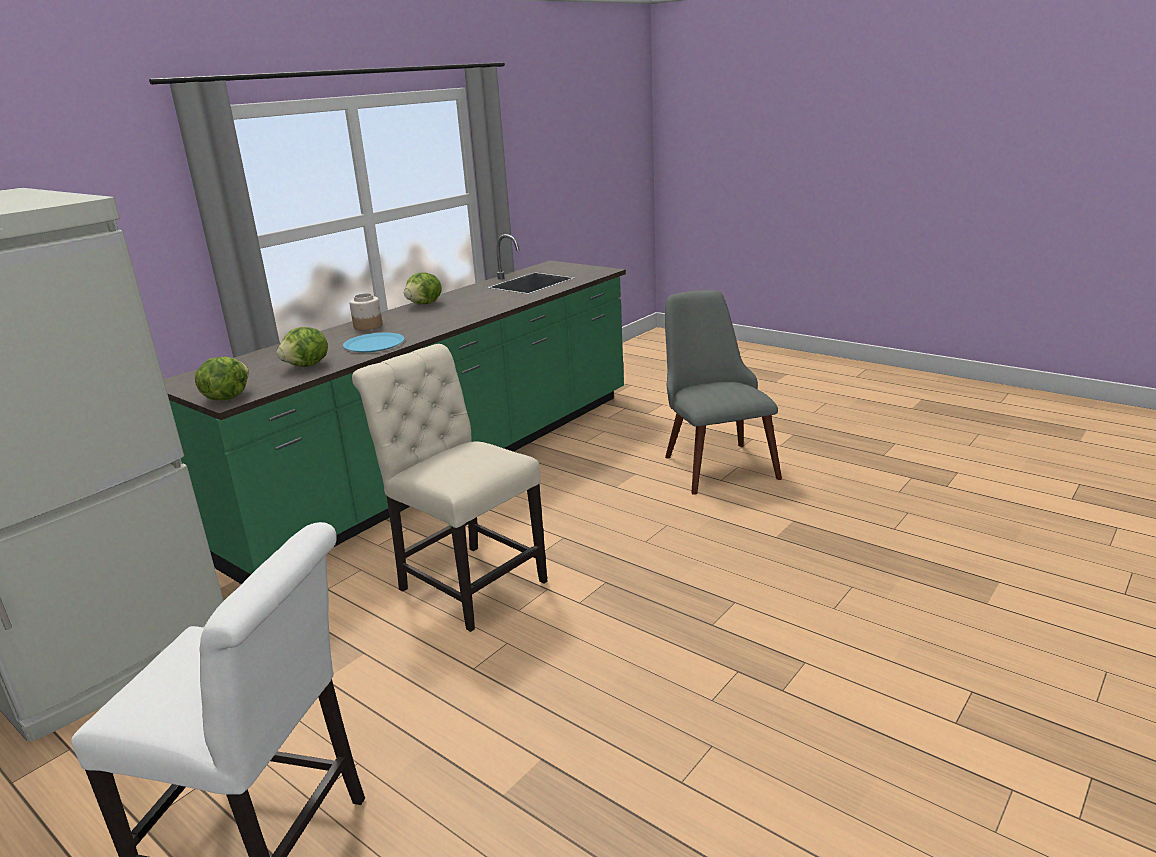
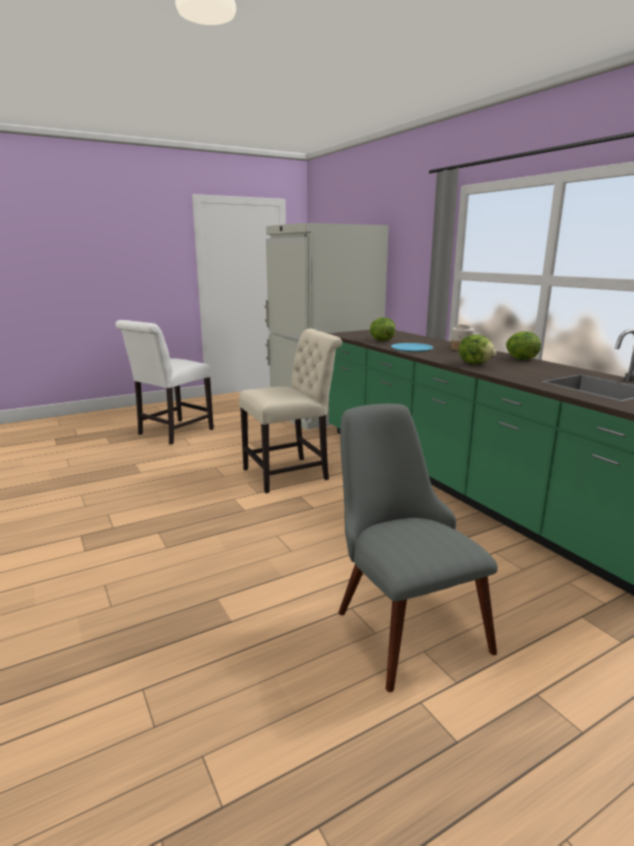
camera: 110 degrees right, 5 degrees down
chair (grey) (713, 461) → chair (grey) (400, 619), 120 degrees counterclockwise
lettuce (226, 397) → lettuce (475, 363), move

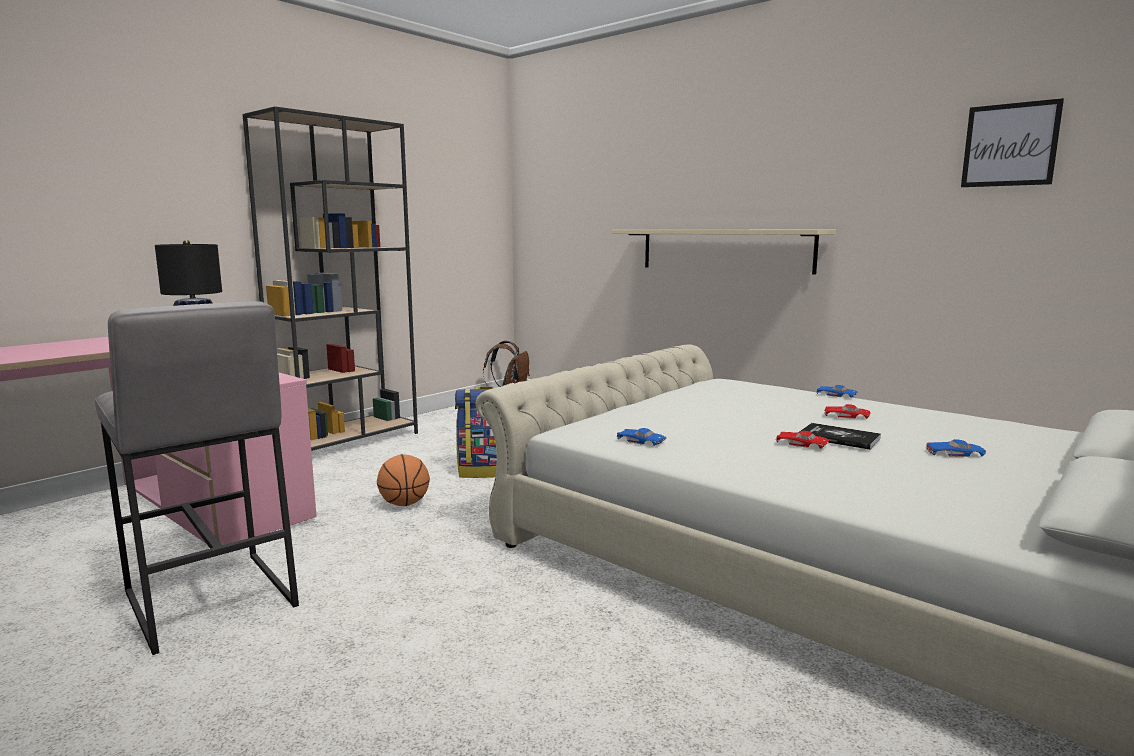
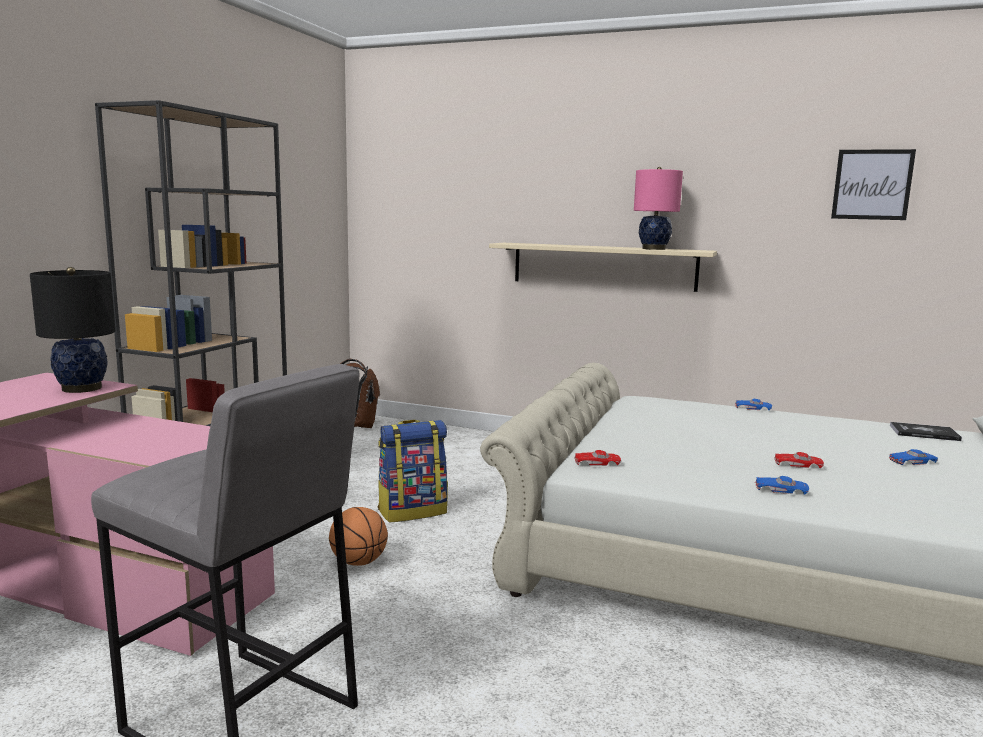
camera: 20 degrees left, 0 degrees up
toy car (red) (846, 416) → toy car (red) (597, 463), move
book (839, 438) → book (924, 433), move
toy car (blue) (641, 441) → toy car (blue) (781, 490), move
- → table lamp (pink) (653, 249)

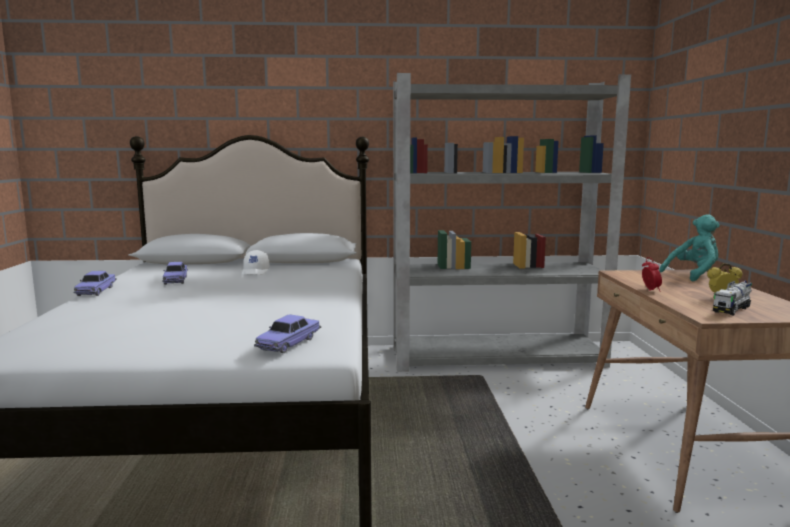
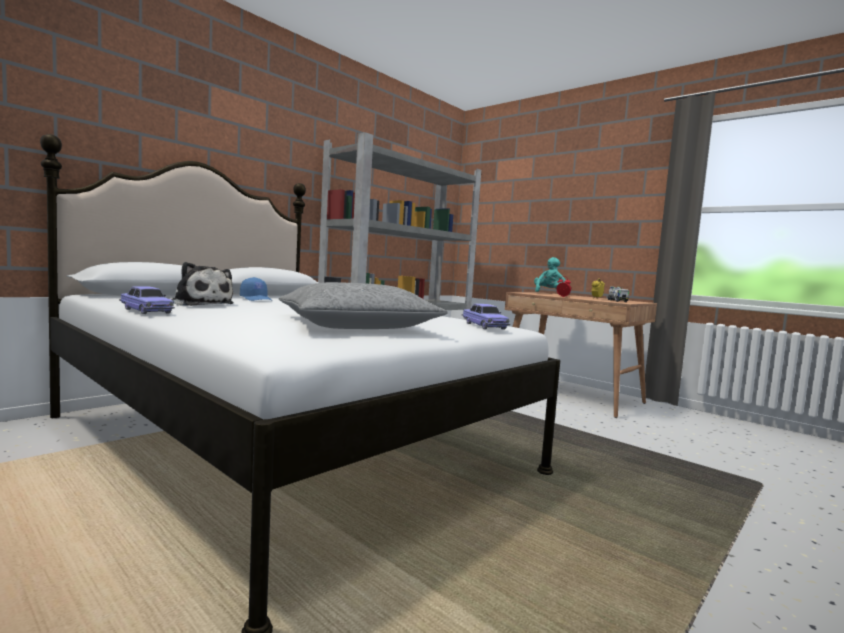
camera: 45 degrees left, 5 degrees down
cap (white) (256, 271) → cap (blue) (256, 299)
toy car (175, 280) → plush toy (201, 304)
- → pillow (grey) (356, 326)

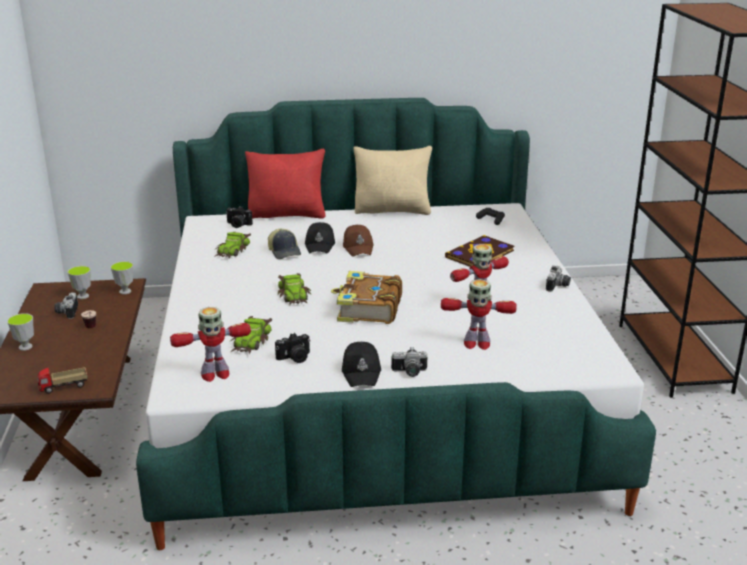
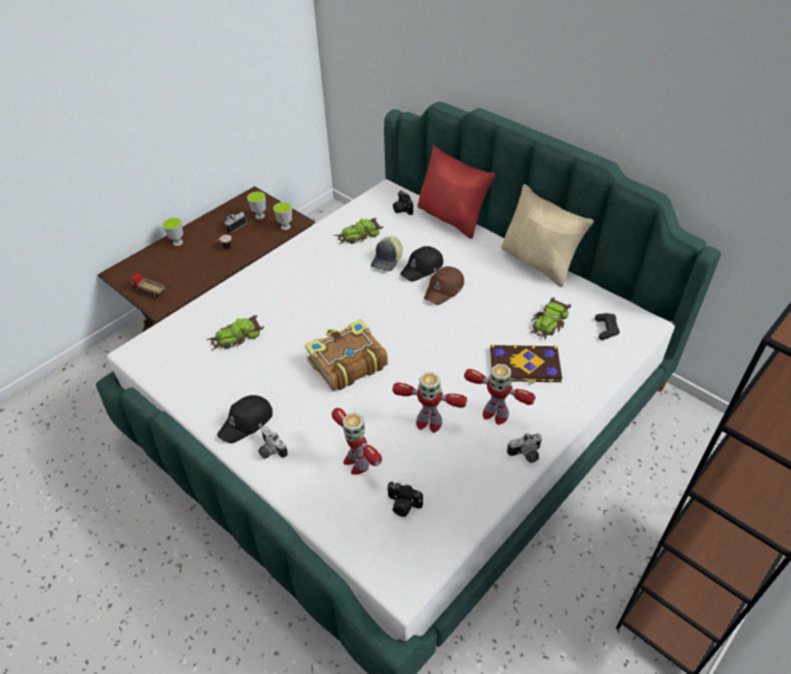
camera: 50 degrees right, 20 degrees up
toy car (294, 295) → toy car (549, 323), move
toy robot (214, 374) → toy robot (494, 414), move
photo camera (294, 358) → photo camera (402, 505), move

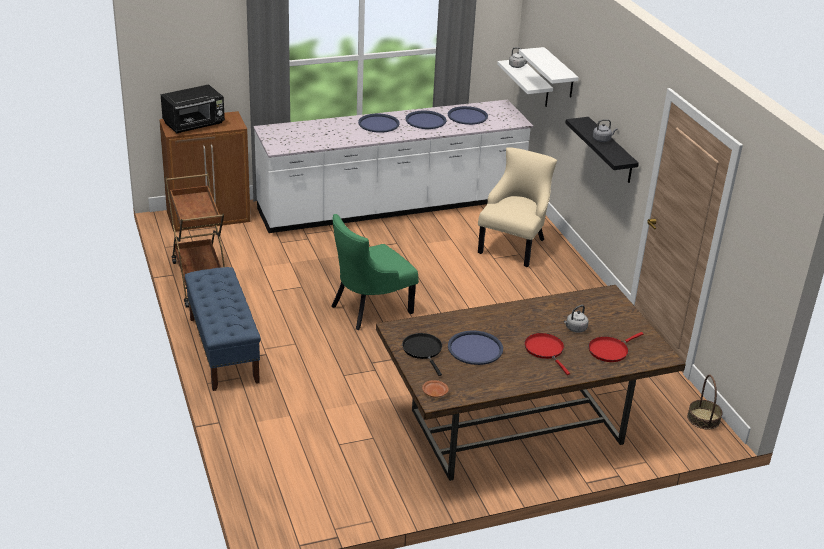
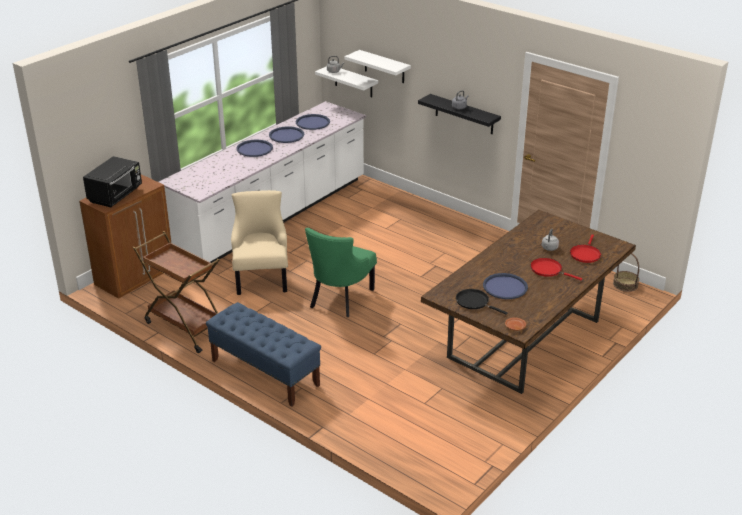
camera: 30 degrees left, 0 degrees up
chair (beige) (513, 248) → chair (beige) (262, 279), move

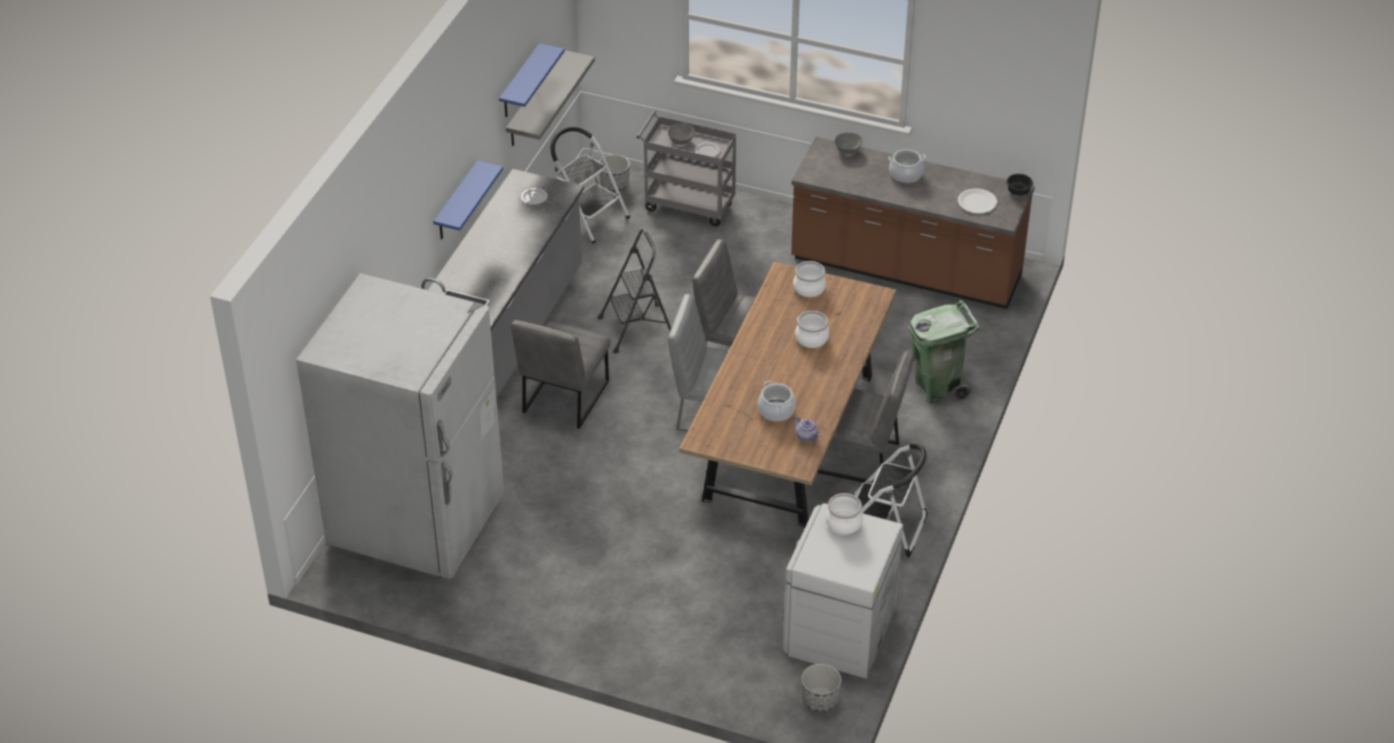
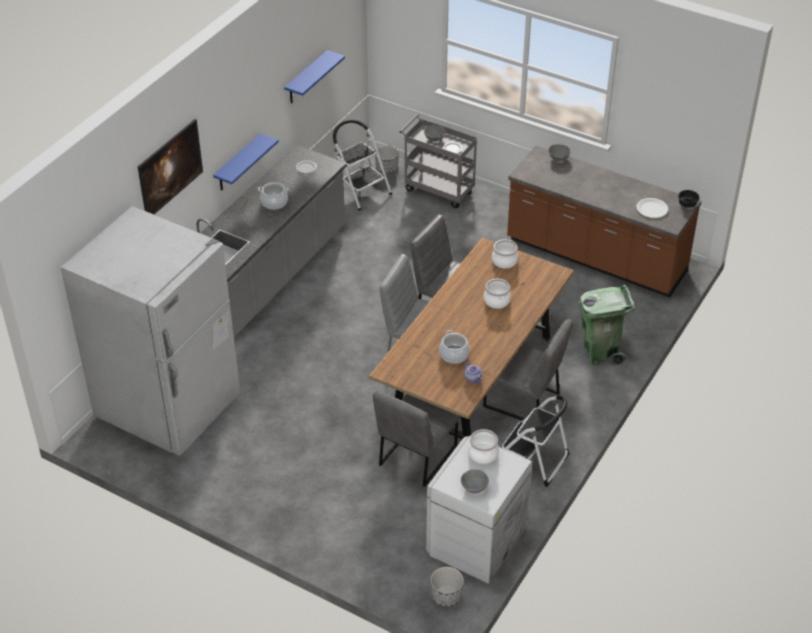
camera: 10 degrees right, 0 degrees up
shelf (grey) (535, 100) → -
cooking pot (905, 174) → cooking pot (274, 203), move
step ladder (black) (639, 327) → -
chair (grey) (564, 398) → chair (grey) (416, 456), move
- → picture (172, 181)
- → bowl (grey) (474, 488)

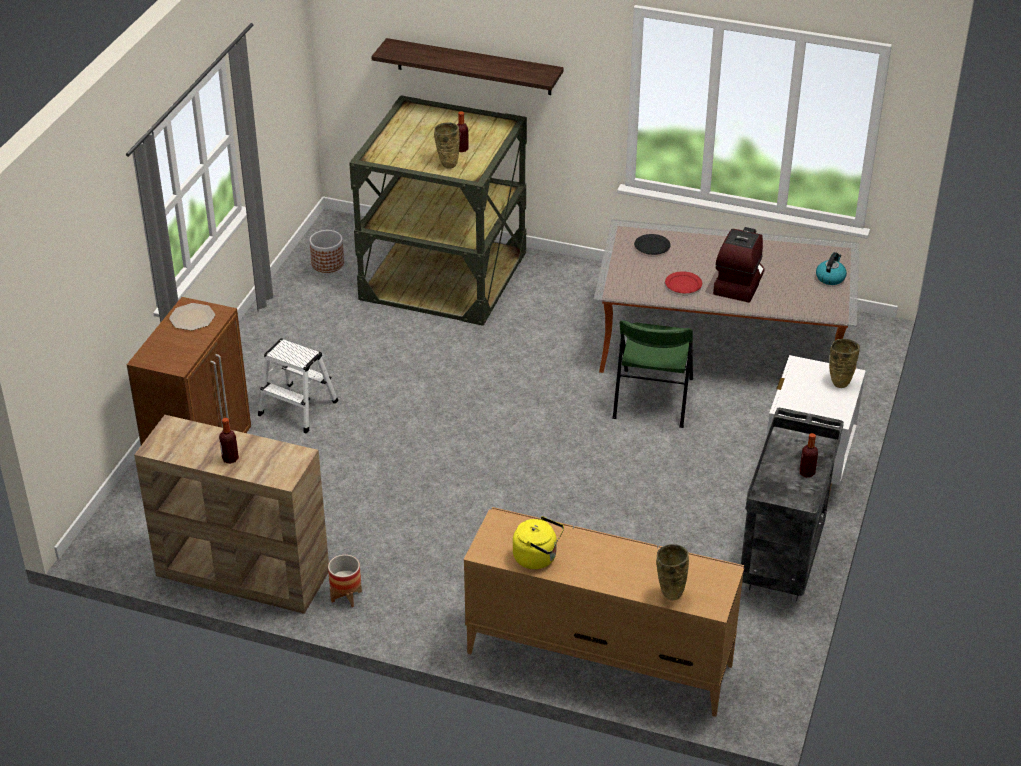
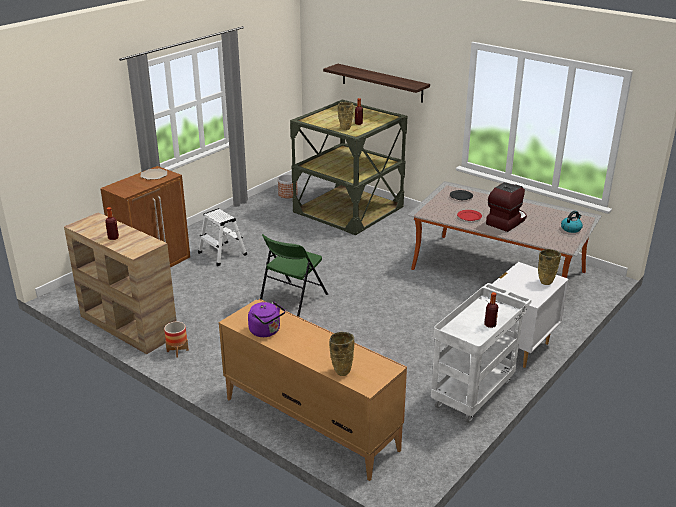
camera: 20 degrees right, 10 degrees down
chair (green) (652, 398) → chair (green) (293, 299), move
cart (black) (782, 557) → cart (white) (475, 392)
kettle (yellow) (537, 558) → kettle (purple) (266, 331)

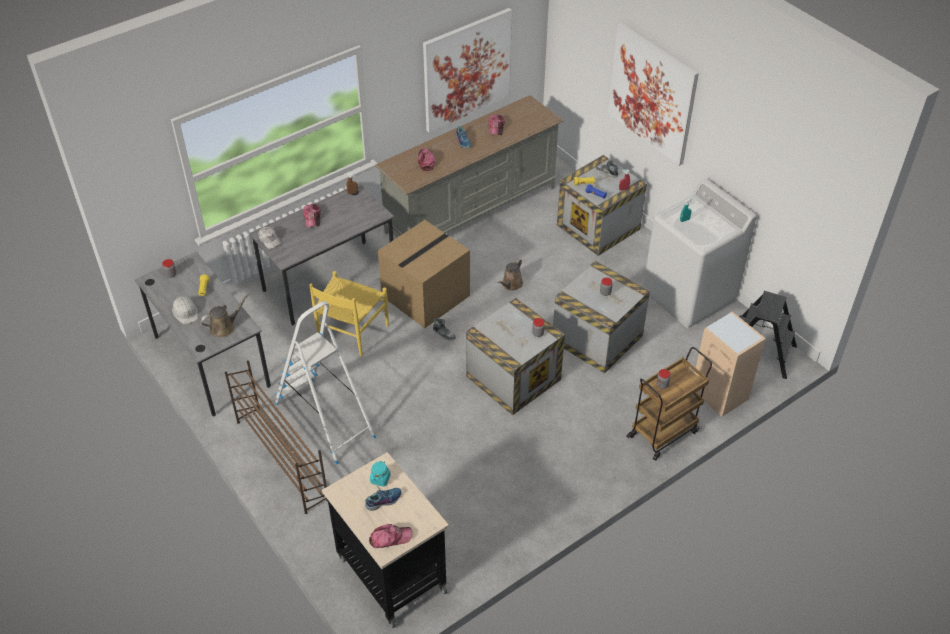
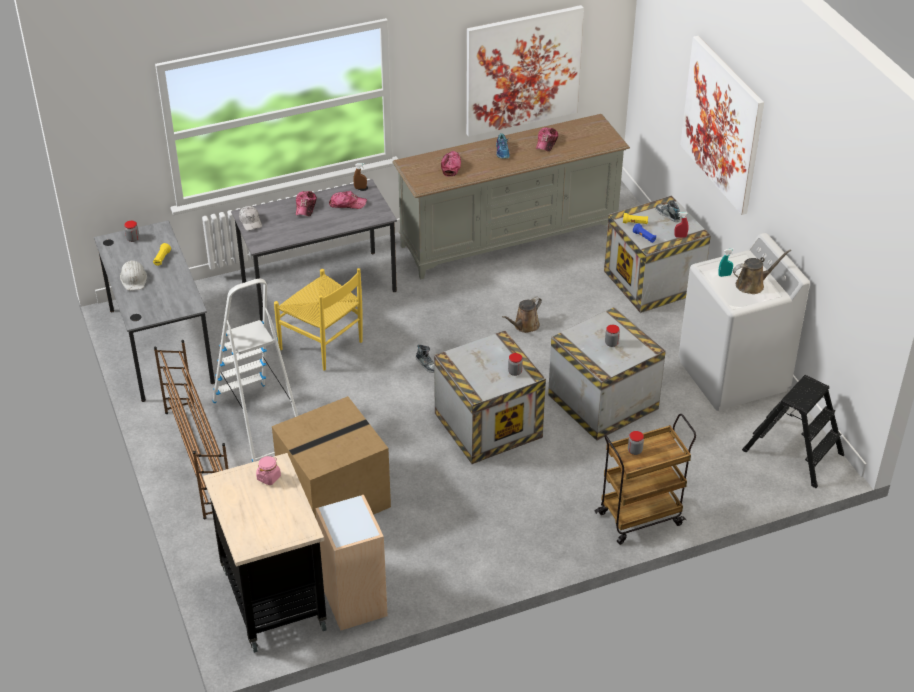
camera: 15 degrees right, 5 degrees down
cardboard box (425, 294) → cardboard box (334, 494), move
chair (yellow) (351, 333) → chair (yellow) (323, 344), 90 degrees counterclockwise
watering can (brown) (224, 327) → watering can (brown) (752, 284), move
bookcase (719, 395) → bookcase (354, 602), move
jar (turquoise) (380, 479) → jar (pink) (269, 477)
shoe (383, 500) → -
cap (390, 538) → cap (347, 204), move

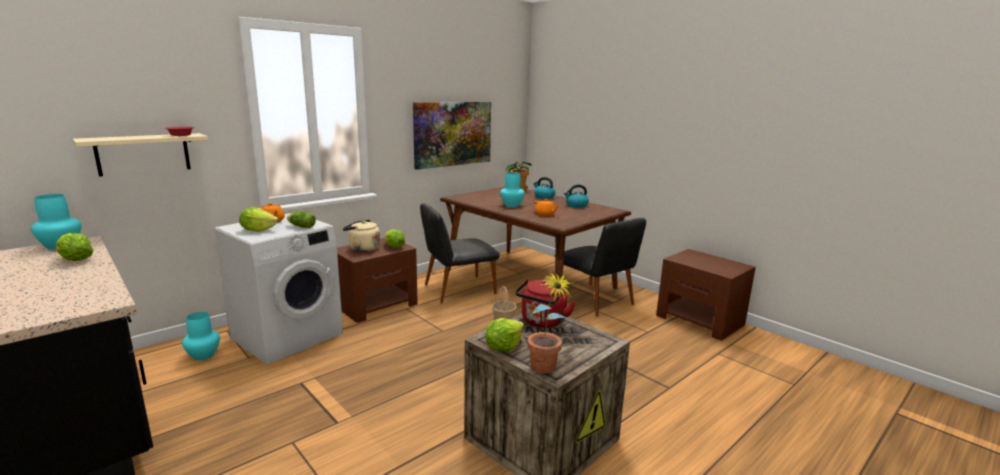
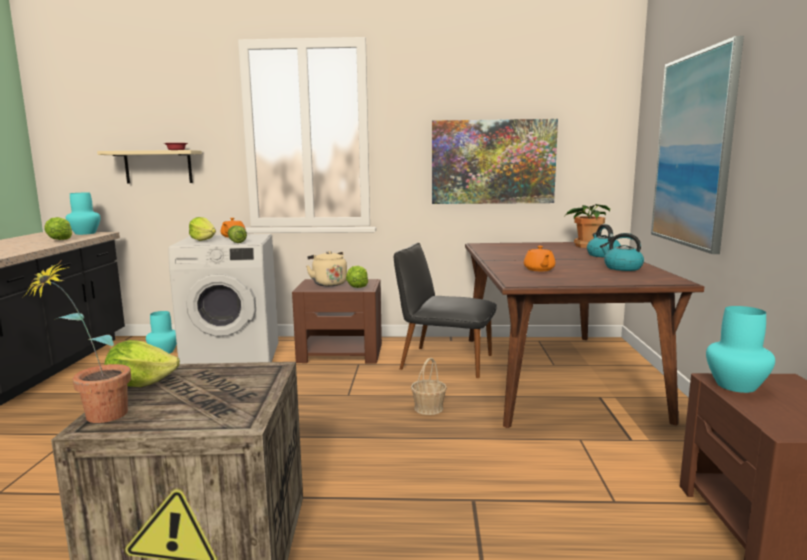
camera: 45 degrees right, 5 degrees down
vase (turquoise) (511, 205) → vase (turquoise) (734, 385), move
chair (black) (593, 299) → -
kettle (red) (542, 322) → -
- → picture (693, 150)

